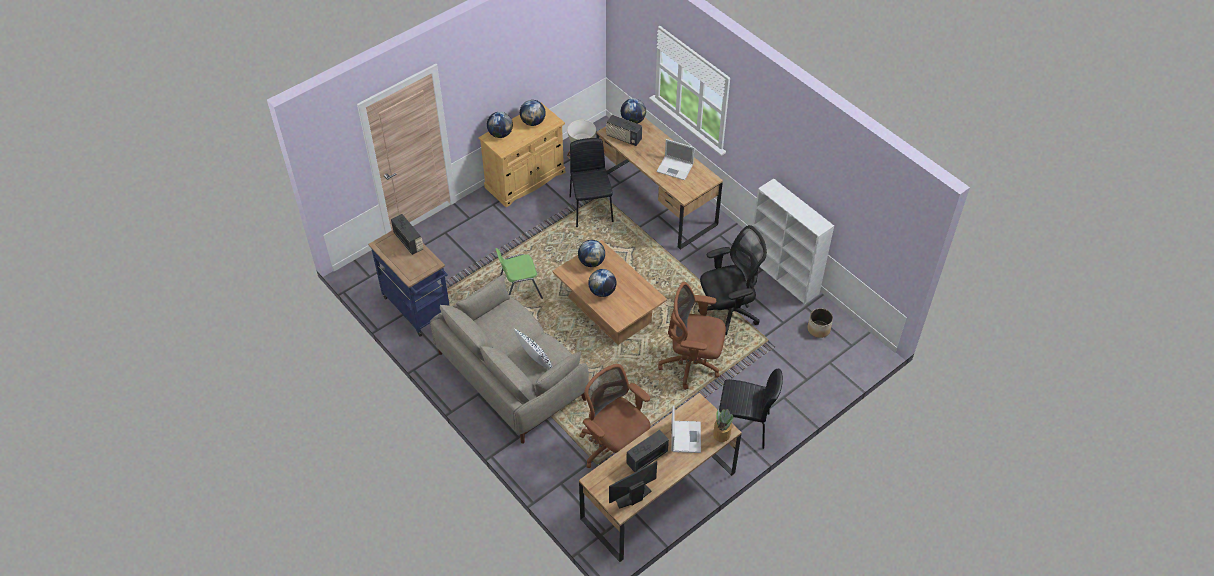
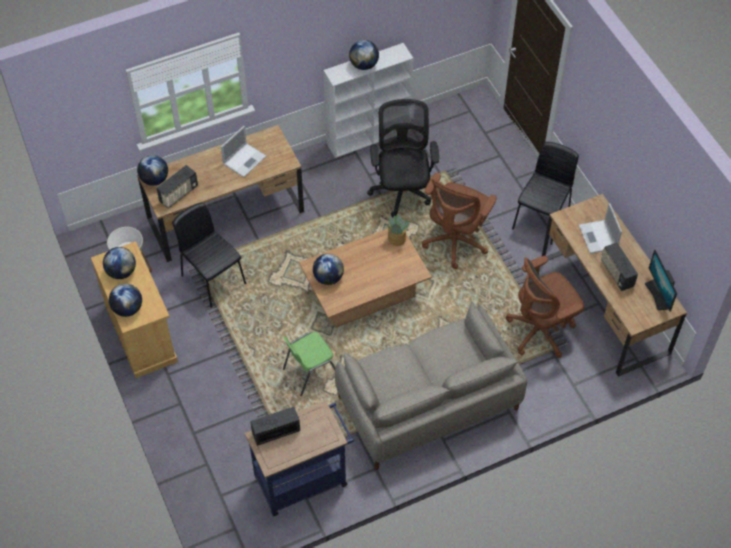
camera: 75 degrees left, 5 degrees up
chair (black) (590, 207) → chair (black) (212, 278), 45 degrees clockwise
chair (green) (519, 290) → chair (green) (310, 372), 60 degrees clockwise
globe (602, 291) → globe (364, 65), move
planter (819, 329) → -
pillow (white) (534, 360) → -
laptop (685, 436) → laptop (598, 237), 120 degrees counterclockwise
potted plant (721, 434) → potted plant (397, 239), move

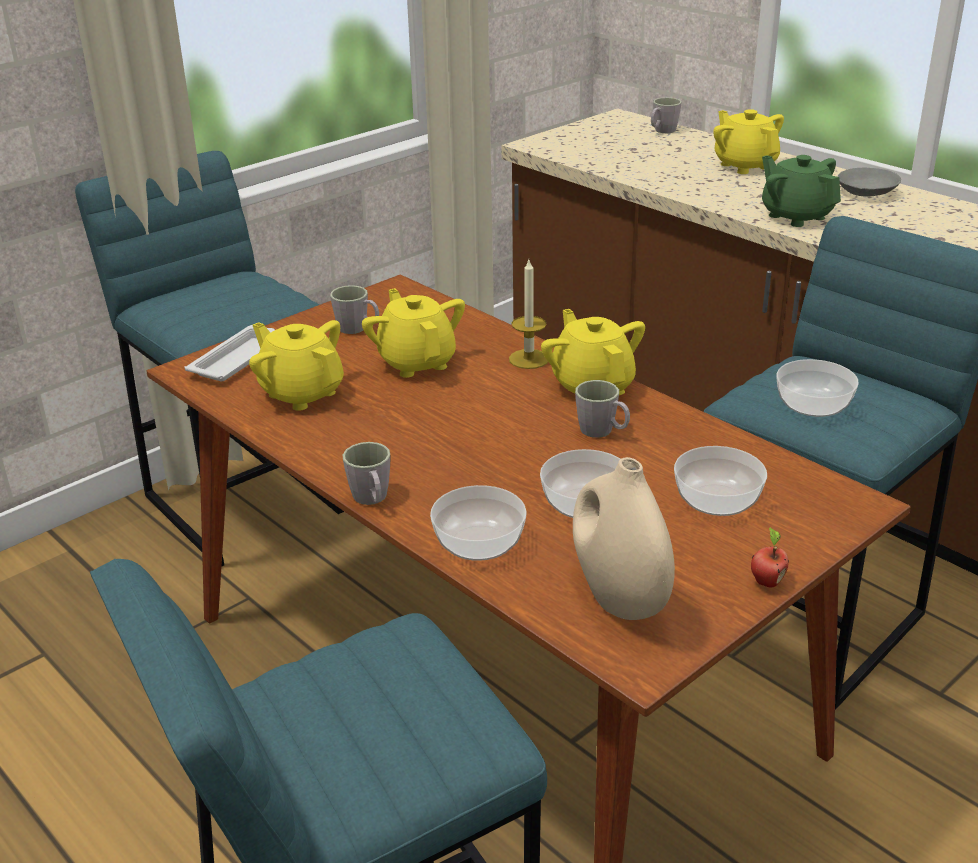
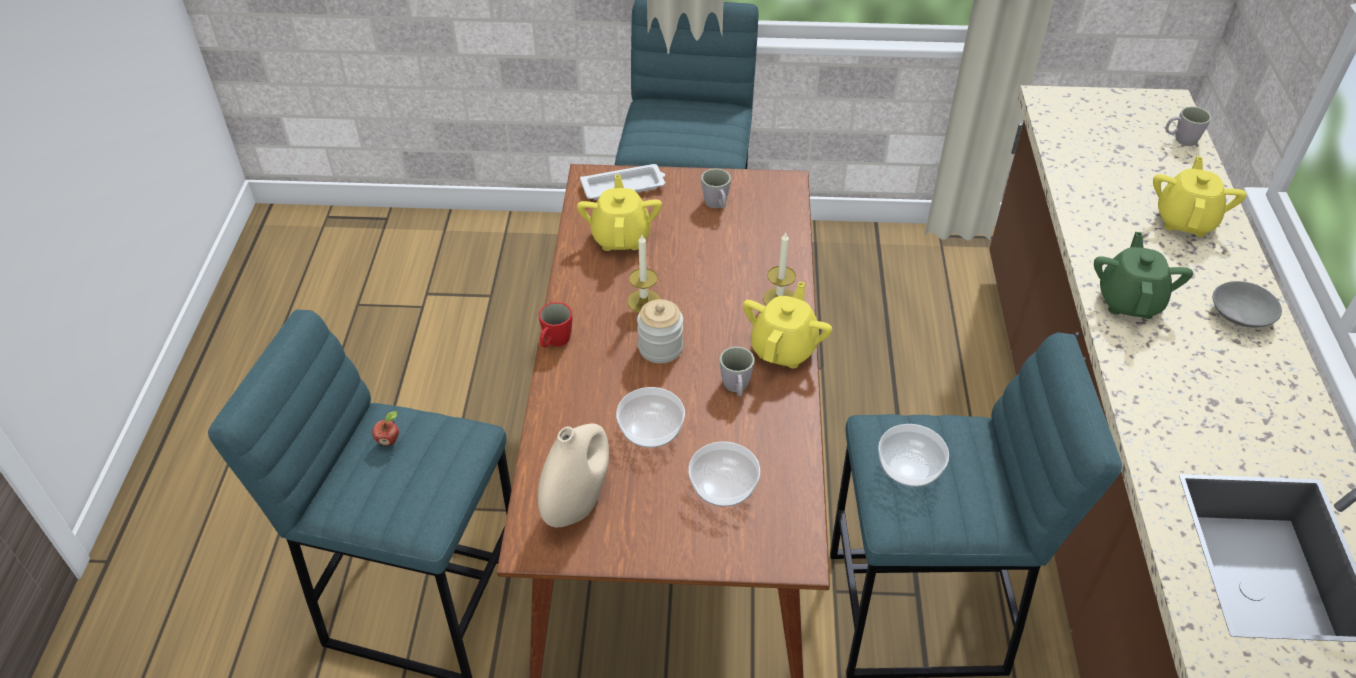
camera: 45 degrees right, 15 degrees up
teapot (yellow) (417, 362) → -
mug (grey) (372, 500) → mug (red) (554, 342)
bowl (478, 541) → -
apple (766, 581) → apple (389, 440), move
- → candle (643, 301)
- → jar (660, 348)

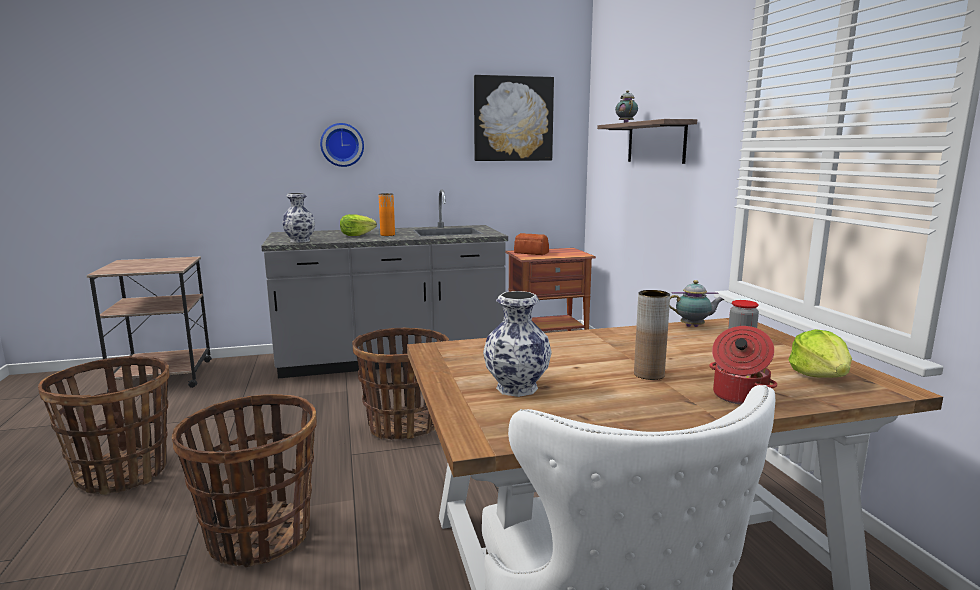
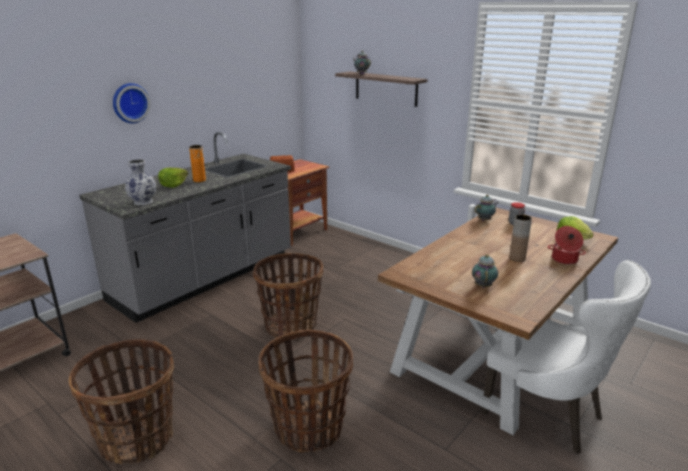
camera: 35 degrees left, 10 degrees up
picture (513, 119) → -
vase (516, 388) → teapot (483, 285)

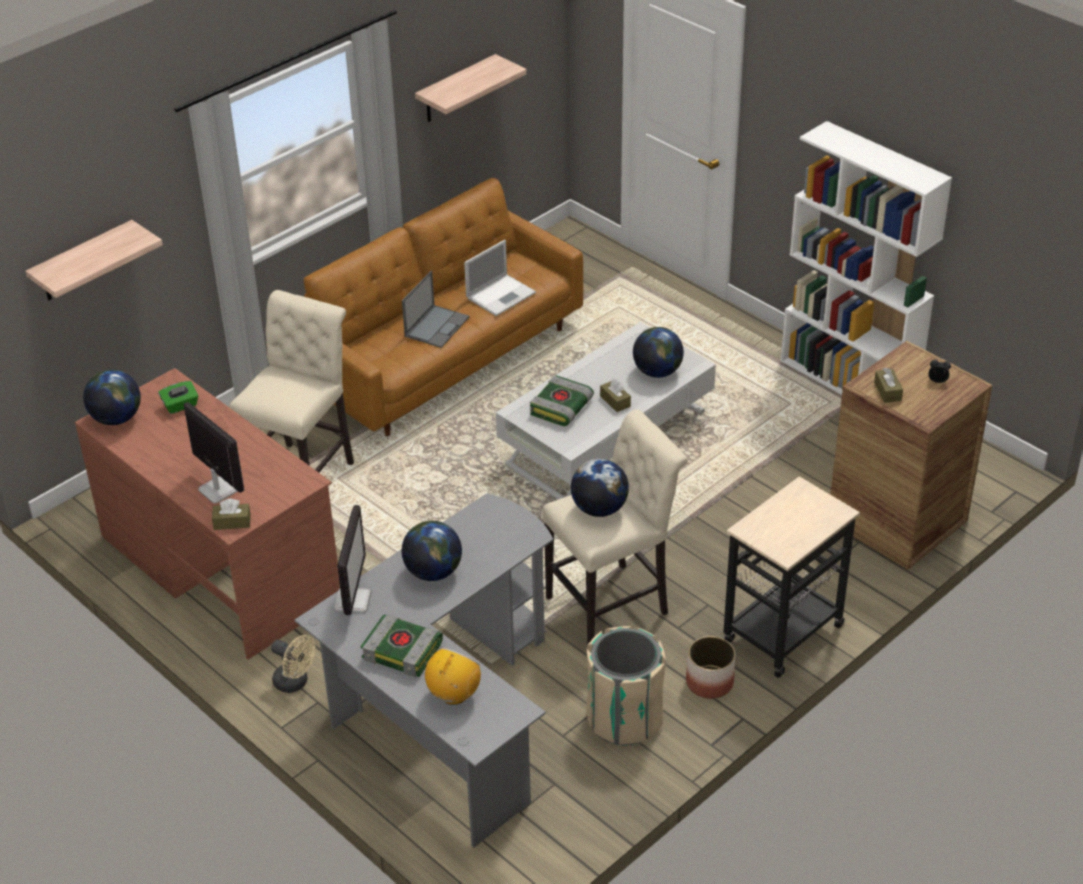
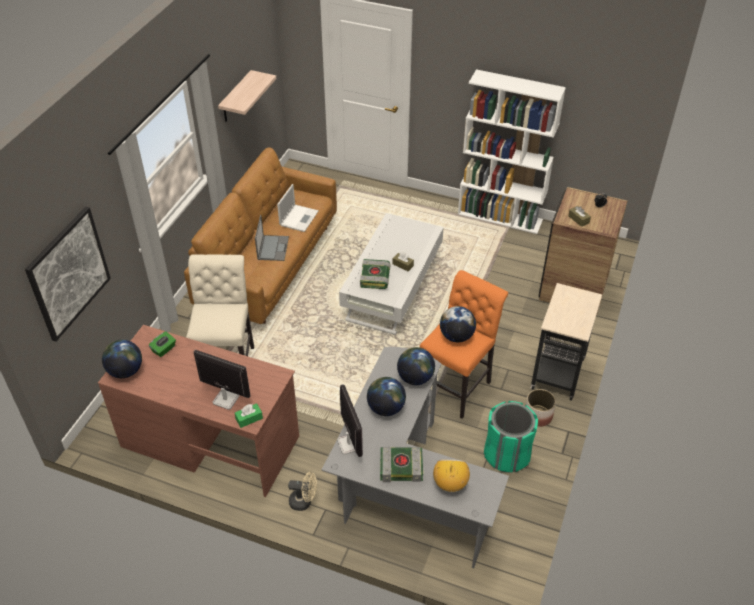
camera: 25 degrees left, 5 degrees up
shelf (83, 262) → picture (68, 273)
globe (657, 371) → globe (415, 378), move
stool (beige) (613, 604) → stool (orange) (457, 386)
tissue box (brown) (232, 522) → tissue box (green) (249, 418)
trash can (beige) (625, 718) → trash can (green) (507, 454)

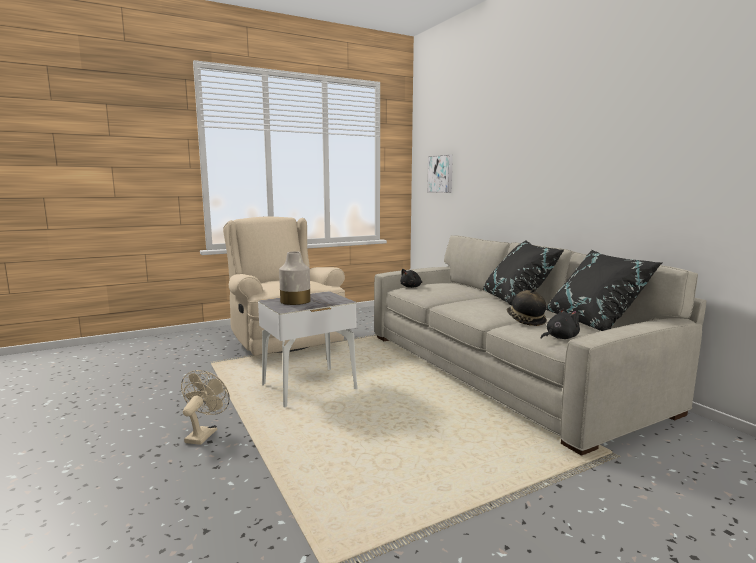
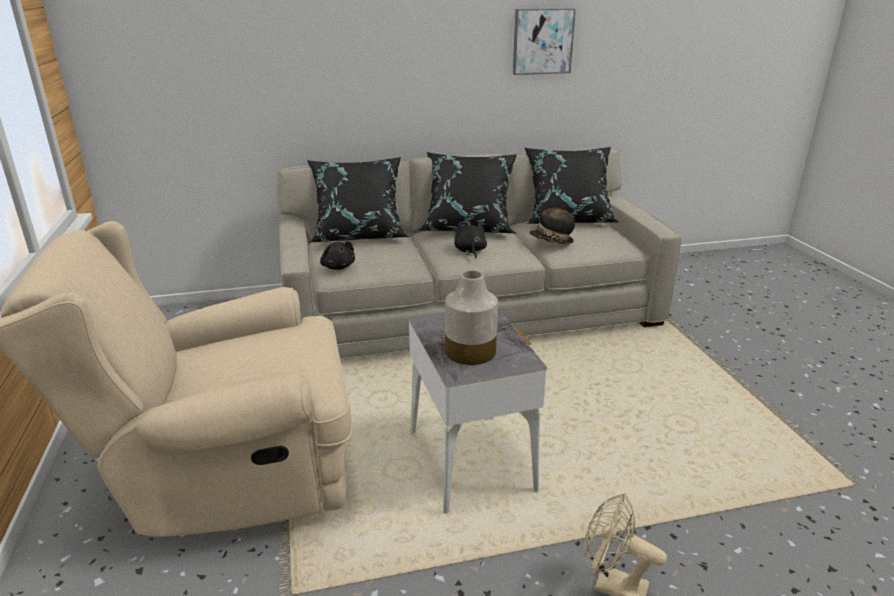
camera: 75 degrees left, 15 degrees up
picture (441, 174) → picture (542, 41), move
plush toy (black) (560, 337) → plush toy (black) (470, 251), move
- → pillow (black) (359, 235)

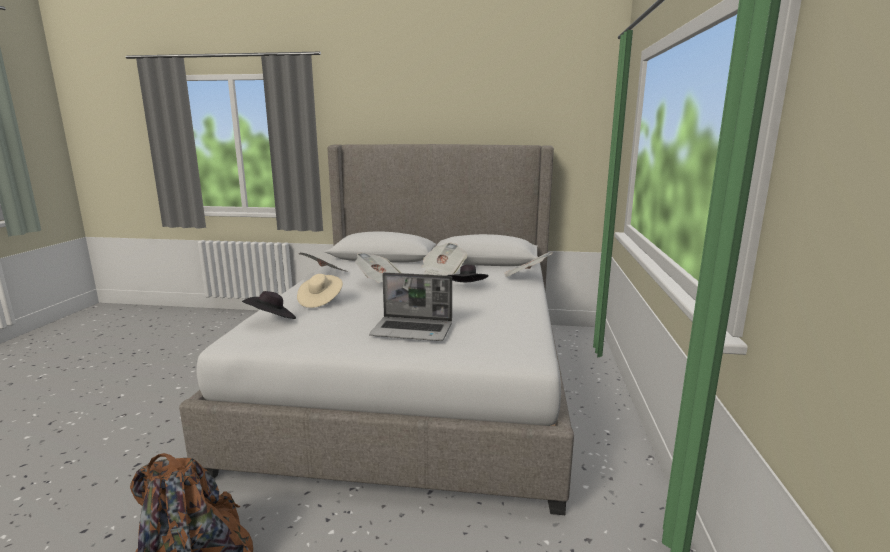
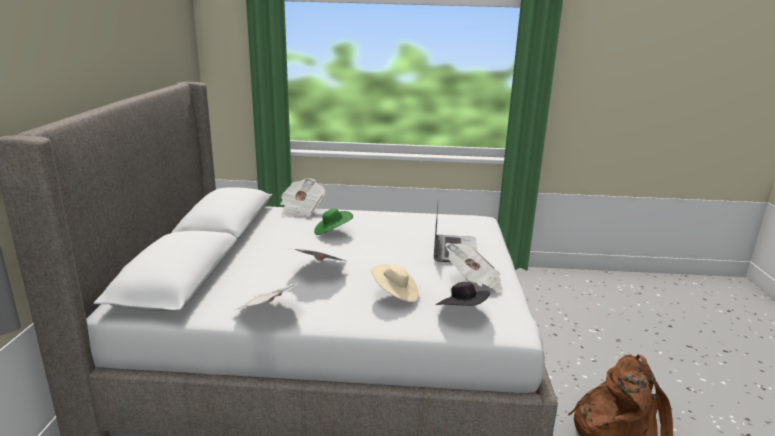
camera: 95 degrees left, 5 degrees up
newspaper (442, 274) → newspaper (474, 282), move
hat (black) (468, 287) → hat (green) (332, 232)

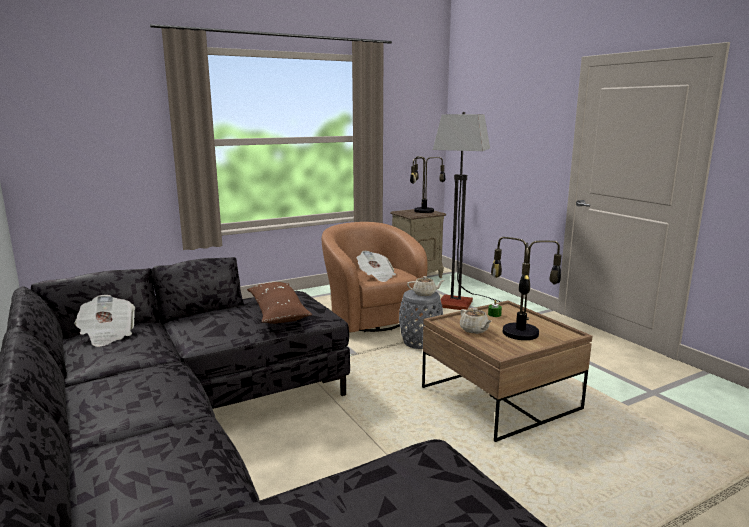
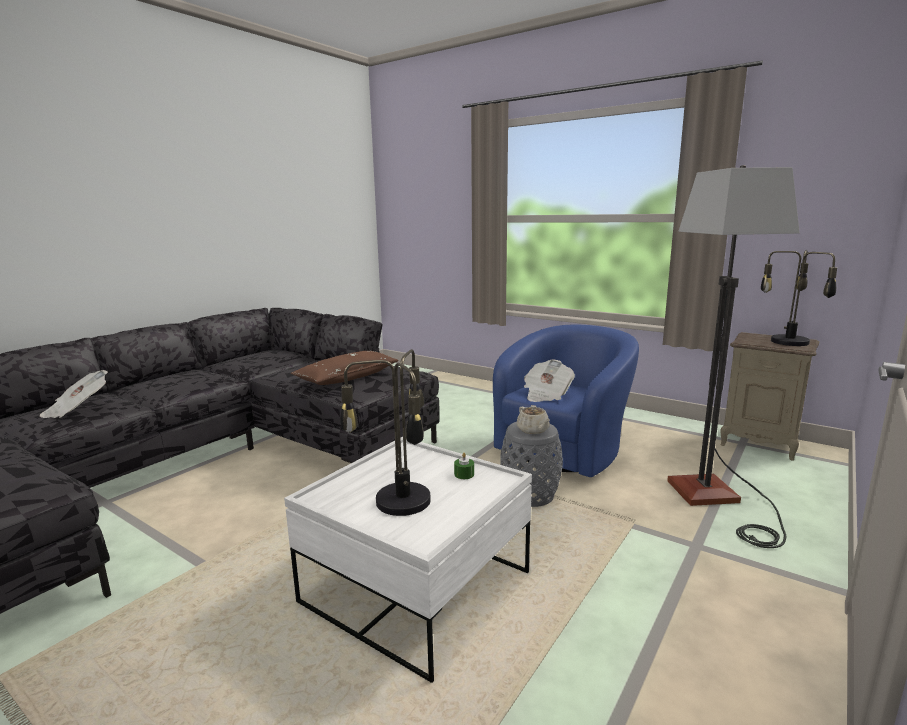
camera: 65 degrees right, 0 degrees up
armchair (brown) (371, 318) → armchair (blue) (565, 451)
newspaper (107, 334) → newspaper (77, 410), move
coffee table (brown) (499, 398) → coffee table (white) (416, 587)
teapot (beige) (474, 330) → -

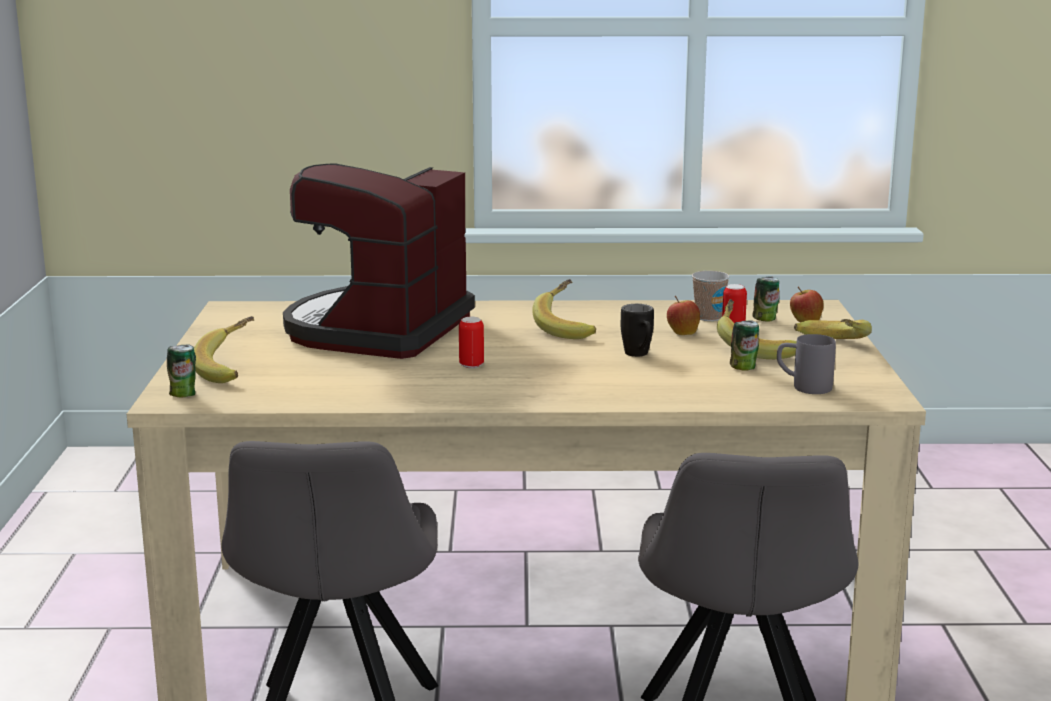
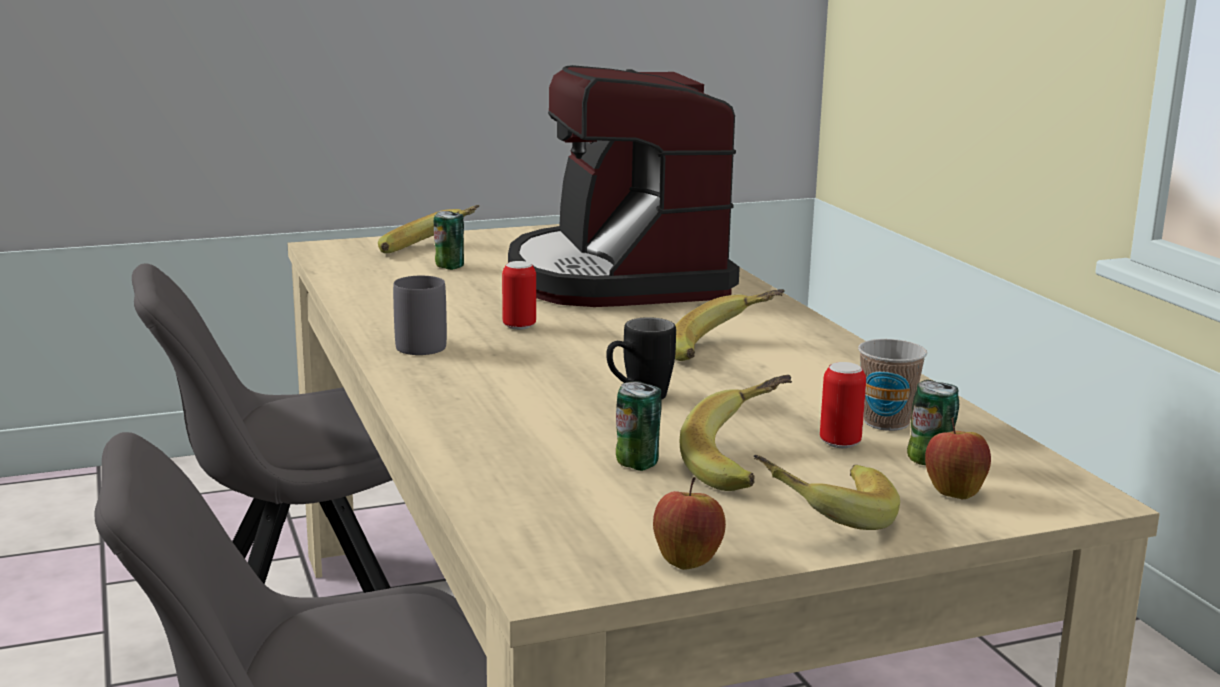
camera: 70 degrees right, 0 degrees up
coffee machine (378, 330) → coffee machine (618, 278), 105 degrees counterclockwise
apple (682, 333) → apple (687, 560), move
mug (grey) (803, 387) → mug (grey) (423, 343), move
can (183, 394) → can (449, 266), move

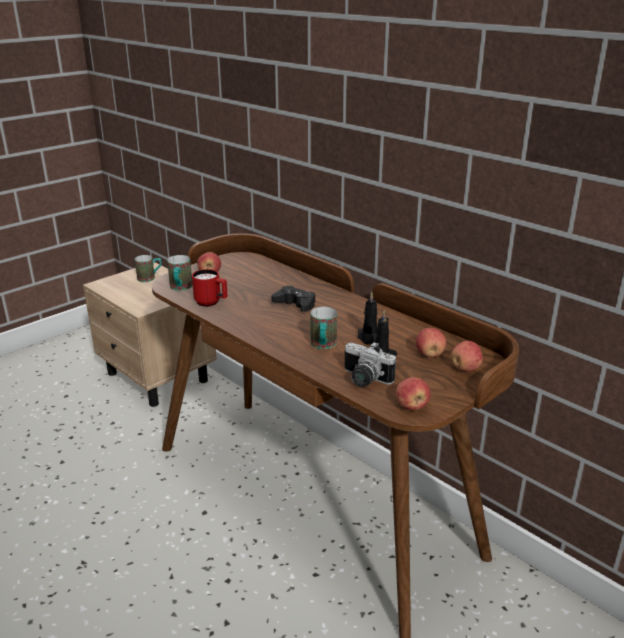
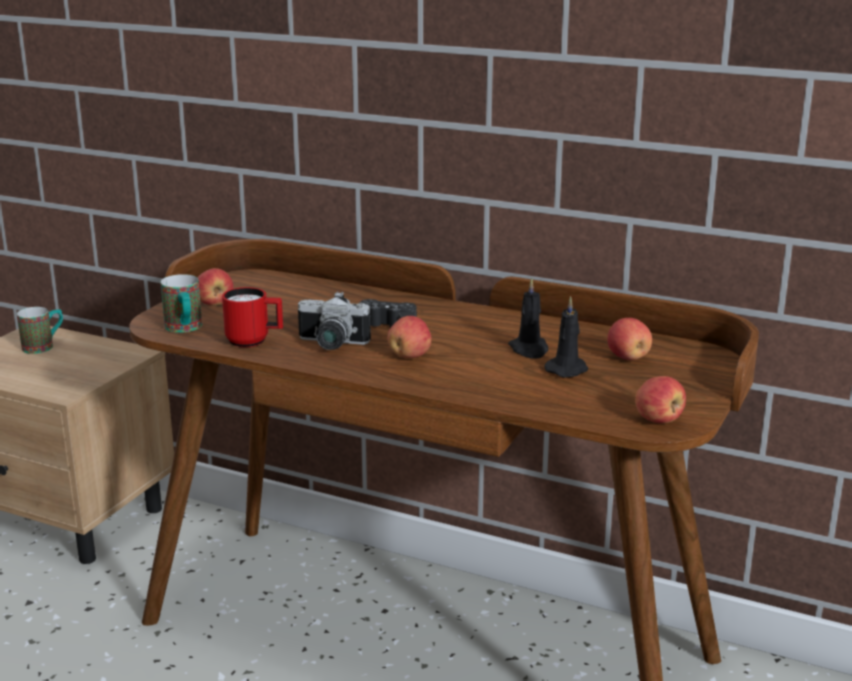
camera: 20 degrees left, 5 degrees down
mug (323, 346) → -
apple (465, 368) → apple (410, 356), move
photo camera (363, 380) → photo camera (330, 344), move

